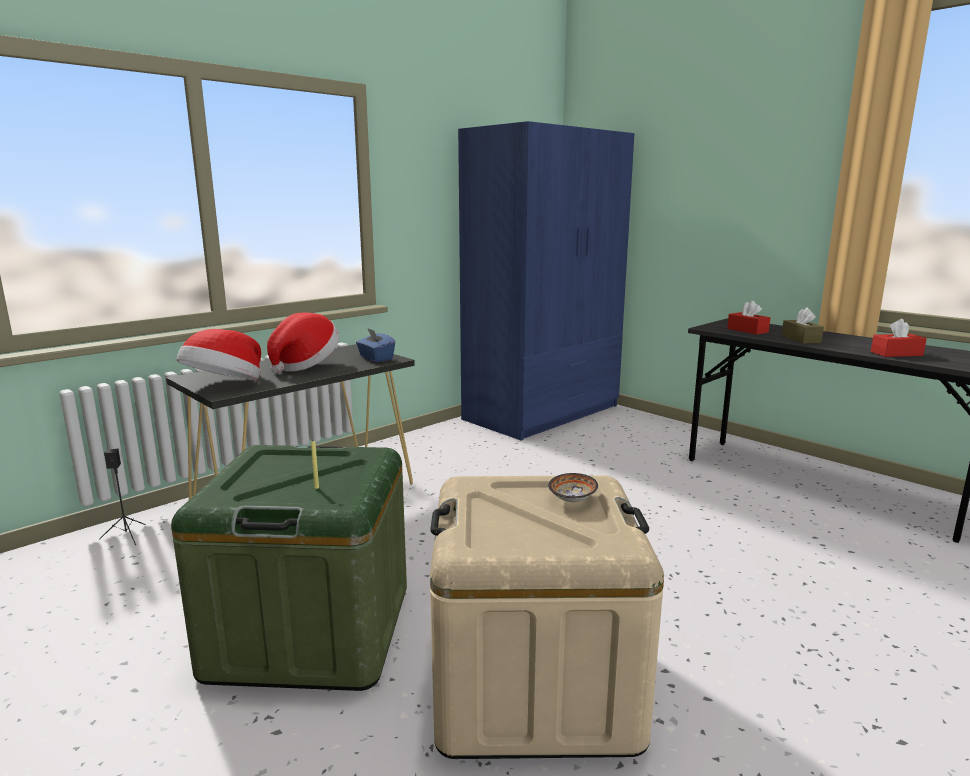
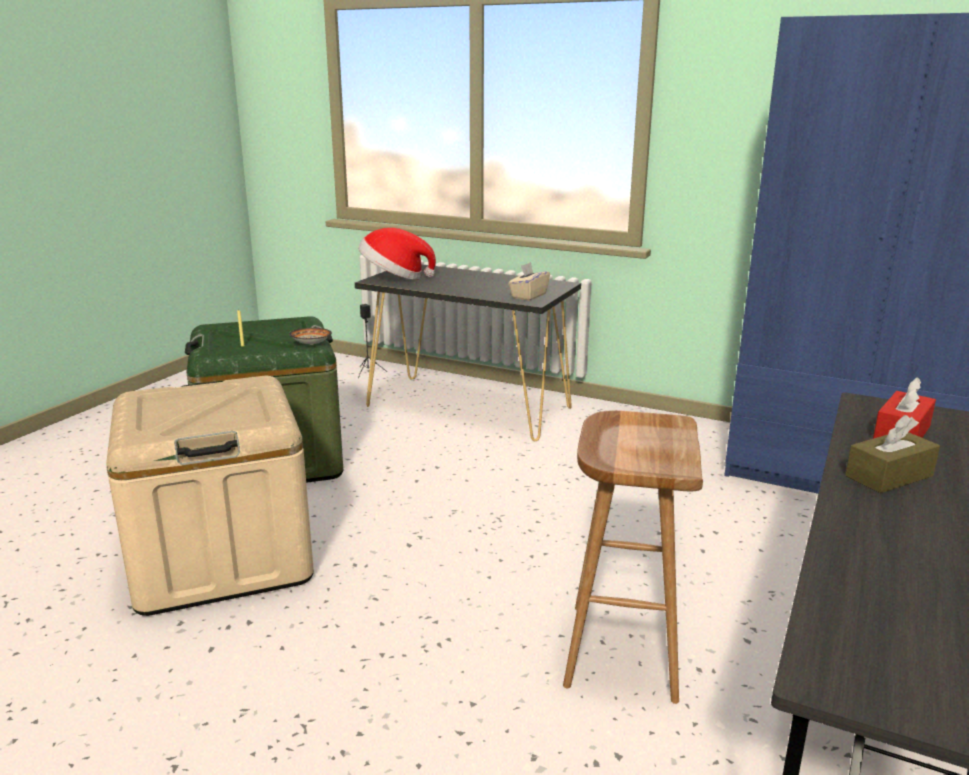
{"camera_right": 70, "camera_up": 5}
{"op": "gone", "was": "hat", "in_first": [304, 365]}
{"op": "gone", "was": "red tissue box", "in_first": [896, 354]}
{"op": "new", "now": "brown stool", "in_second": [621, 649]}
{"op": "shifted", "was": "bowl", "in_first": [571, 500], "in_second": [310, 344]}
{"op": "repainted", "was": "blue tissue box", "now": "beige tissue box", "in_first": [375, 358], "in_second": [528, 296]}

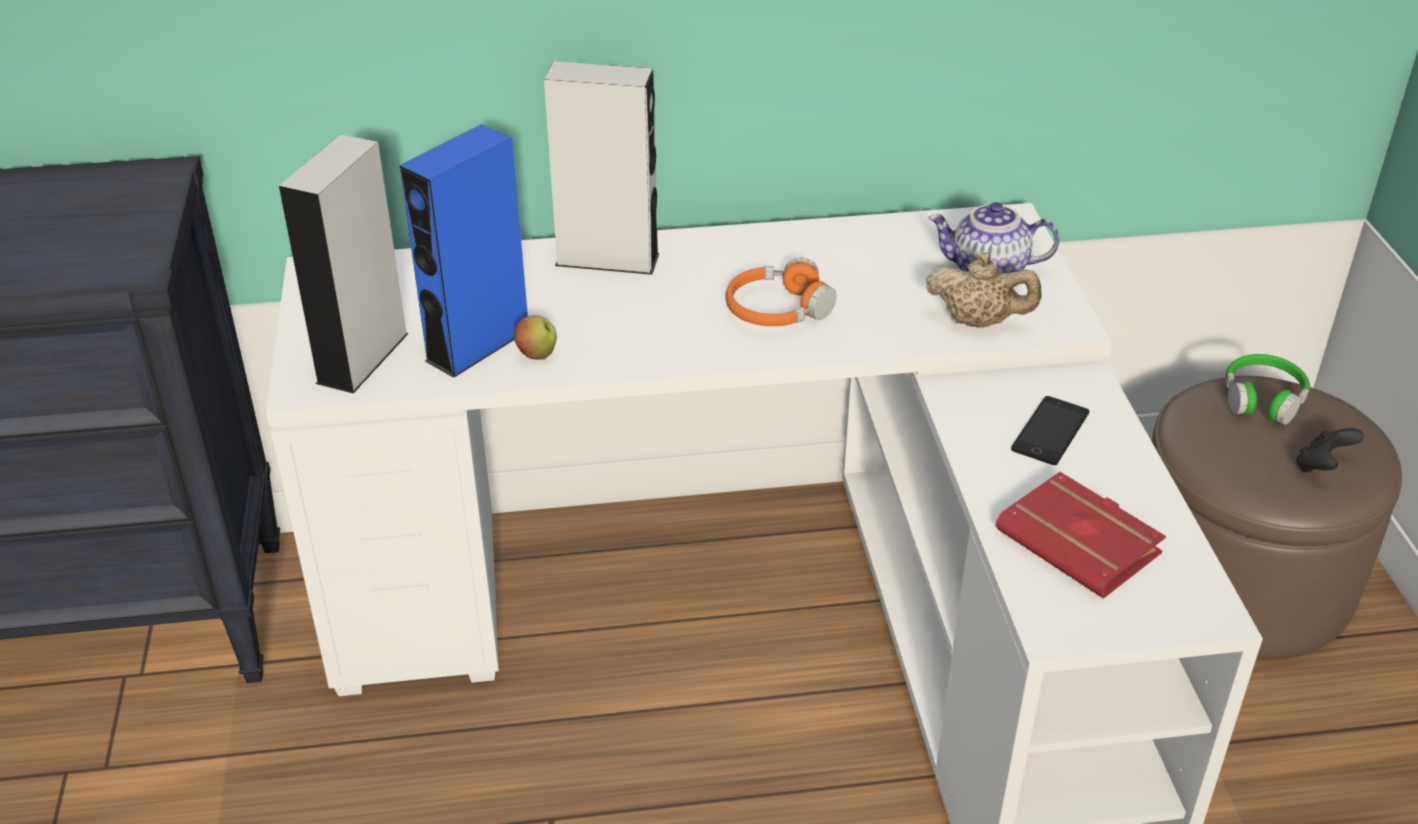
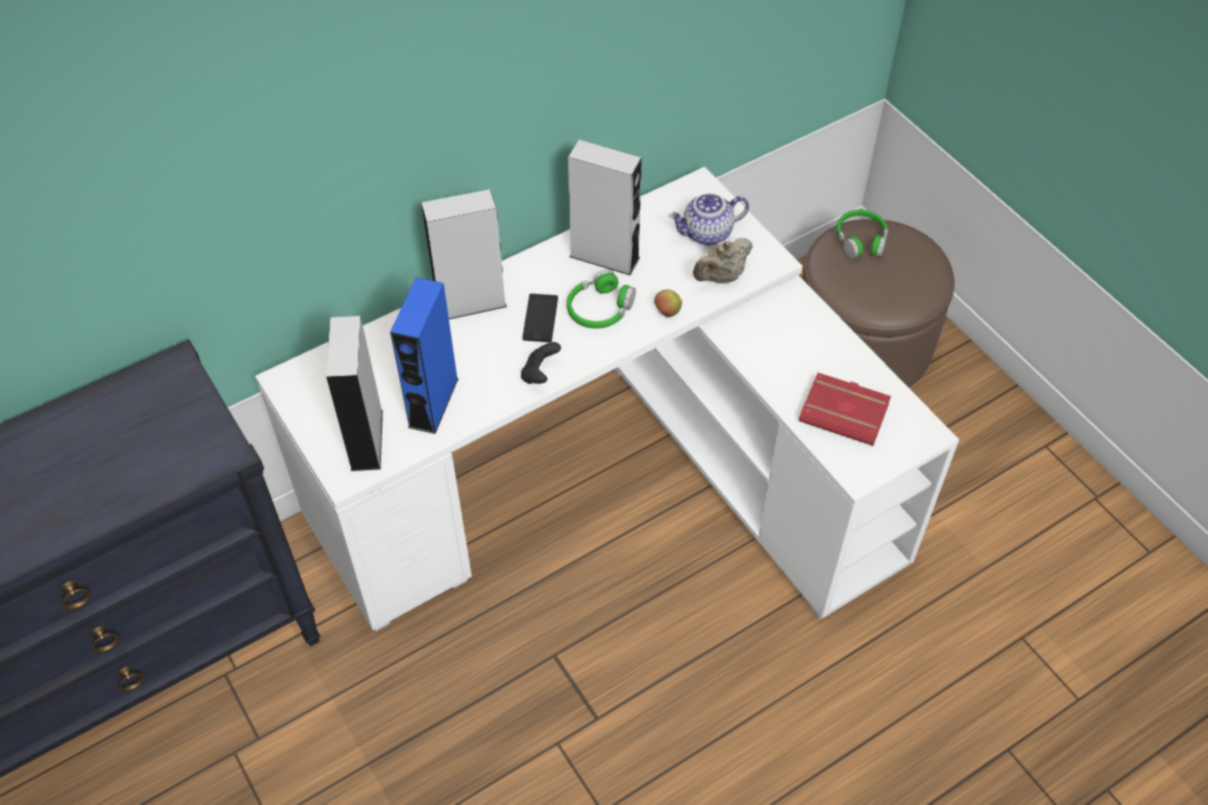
{"camera_right": -25, "camera_up": 15}
{"op": "new", "now": "grey speaker", "in_second": [604, 257]}
{"op": "shifted", "was": "apple", "in_first": [537, 355], "in_second": [667, 312]}
{"op": "shifted", "was": "phone", "in_first": [1050, 431], "in_second": [540, 318]}
{"op": "shifted", "was": "black game controller", "in_first": [1321, 467], "in_second": [540, 374]}
{"op": "repainted", "was": "orange headphones", "now": "green headphones", "in_first": [777, 310], "in_second": [600, 309]}
{"op": "rotated", "was": "beige teapot", "in_first": [978, 322], "in_second": [721, 277], "clockwise": 150}

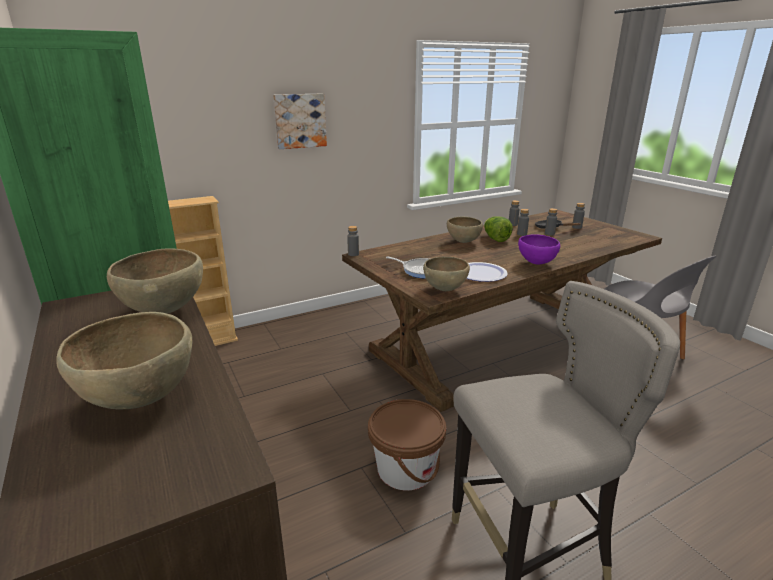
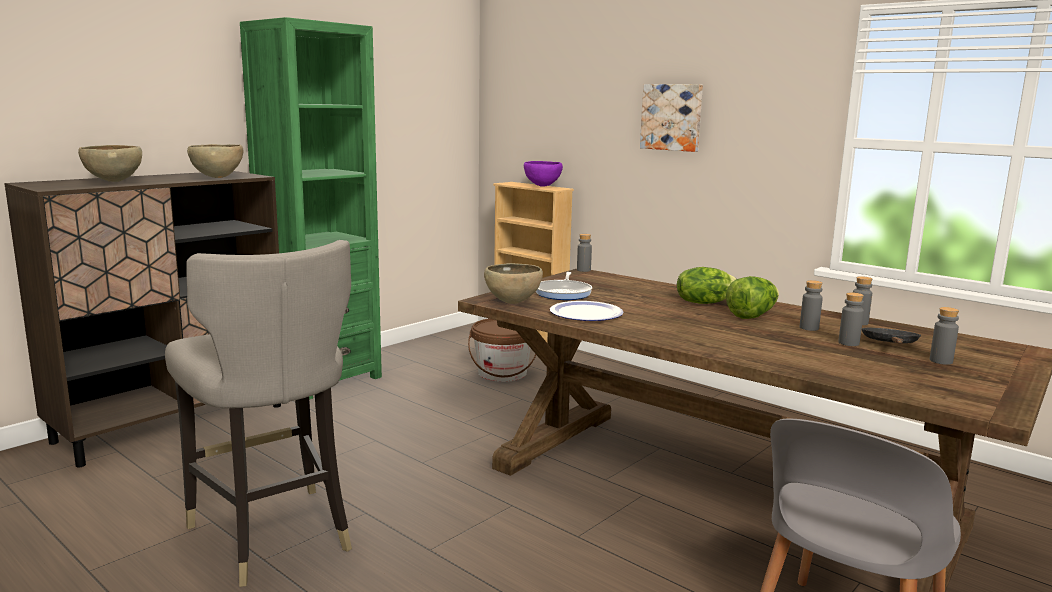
{"camera_right": 70, "camera_up": -10}
{"op": "shifted", "was": "brown bucket", "in_first": [406, 468], "in_second": [502, 373]}
{"op": "shifted", "was": "purple bowl", "in_first": [536, 263], "in_second": [542, 186]}
{"op": "swapped", "was": "brown bowl", "now": "lettuce", "in_first": [463, 242], "in_second": [704, 302]}

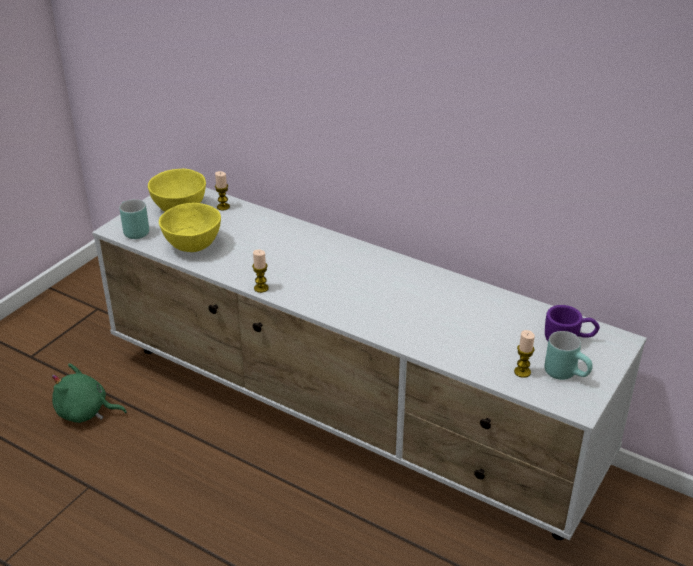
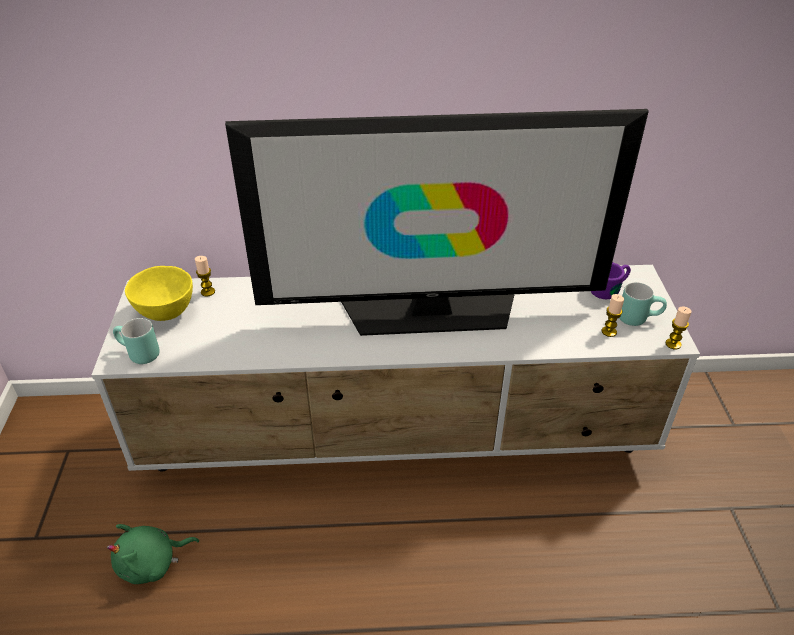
{"camera_right": -35, "camera_up": 5}
{"op": "gone", "was": "yellow bowl", "in_first": [192, 246]}
{"op": "new", "now": "television", "in_second": [431, 312]}
{"op": "shifted", "was": "candle", "in_first": [261, 288], "in_second": [673, 344]}

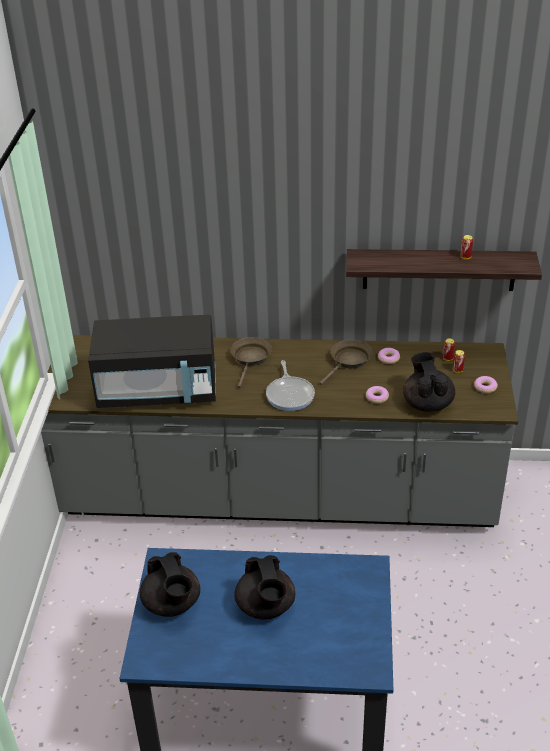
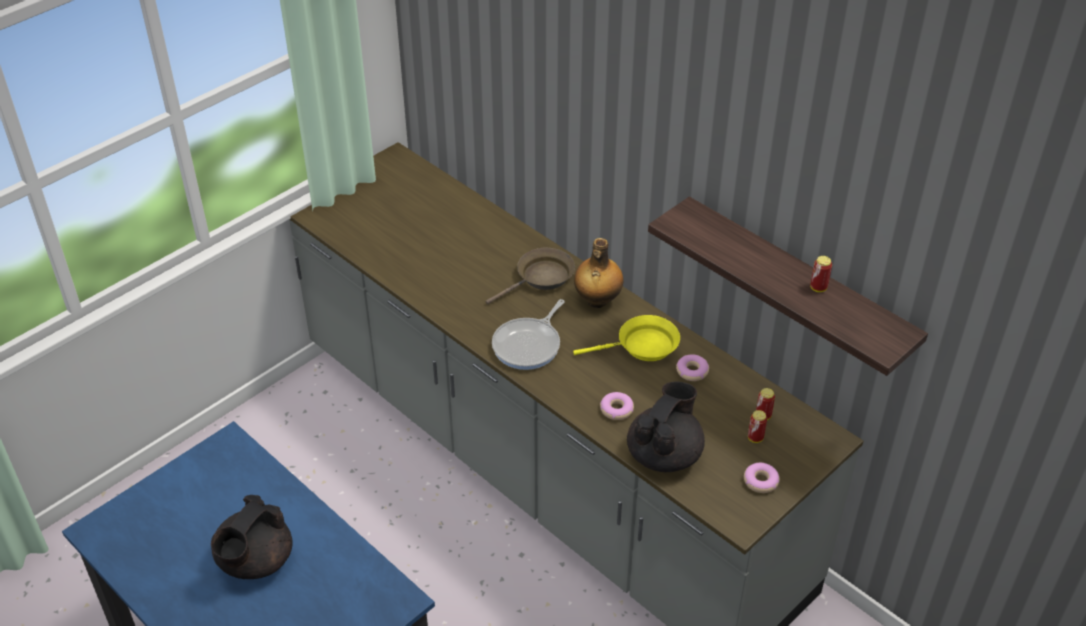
{"camera_right": 40, "camera_up": 5}
{"op": "gone", "was": "black microwave", "in_first": [158, 390]}
{"op": "gone", "was": "black teapot", "in_first": [172, 604]}
{"op": "new", "now": "bottle", "in_second": [597, 301]}
{"op": "repainted", "was": "brown frying pan", "now": "yellow frying pan", "in_first": [349, 361], "in_second": [642, 346]}

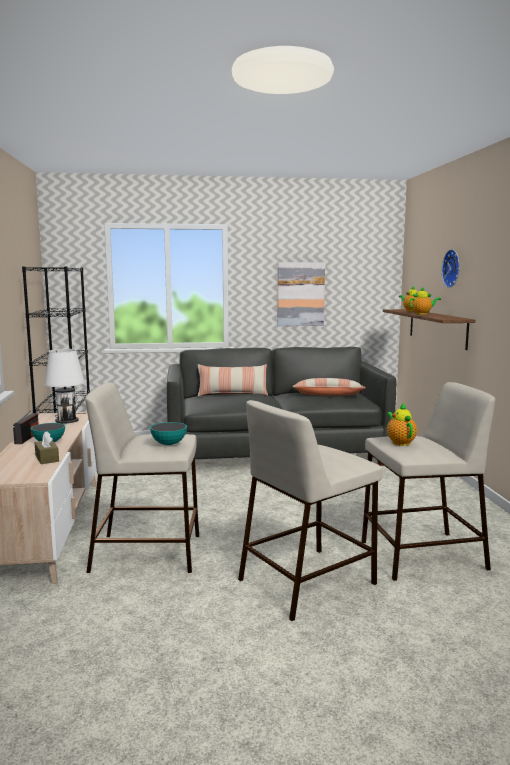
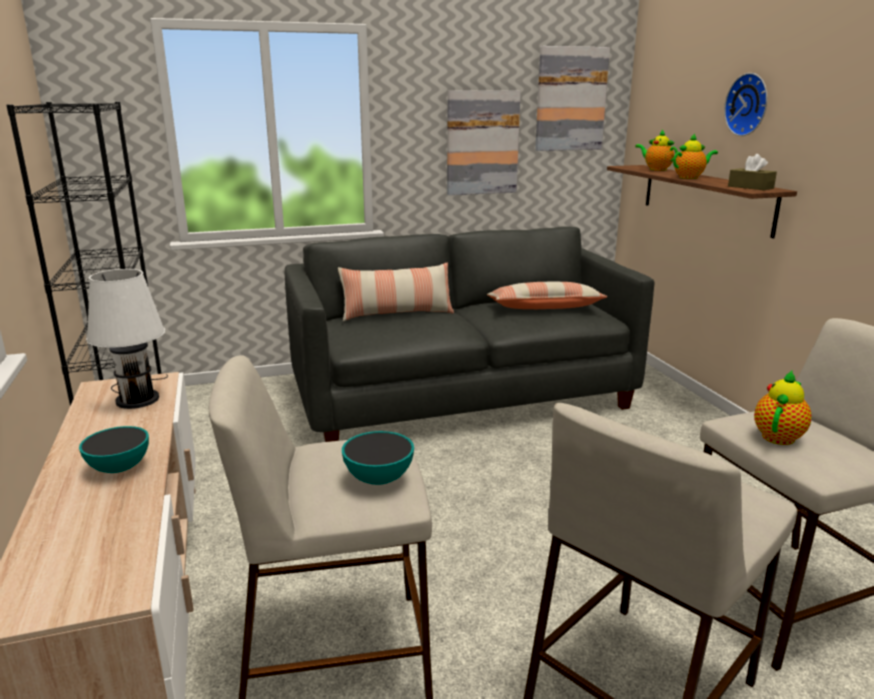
{"camera_right": -10, "camera_up": 10}
{"op": "gone", "was": "radio", "in_first": [27, 438]}
{"op": "new", "now": "picture", "in_second": [570, 99]}
{"op": "shifted", "was": "brown tissue box", "in_first": [47, 458], "in_second": [750, 187]}
{"op": "rotated", "was": "teapot", "in_first": [400, 442], "in_second": [779, 436], "clockwise": 60}

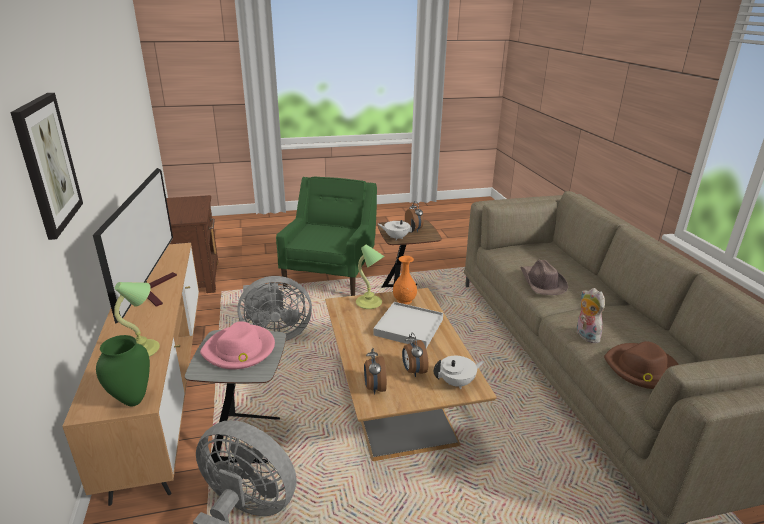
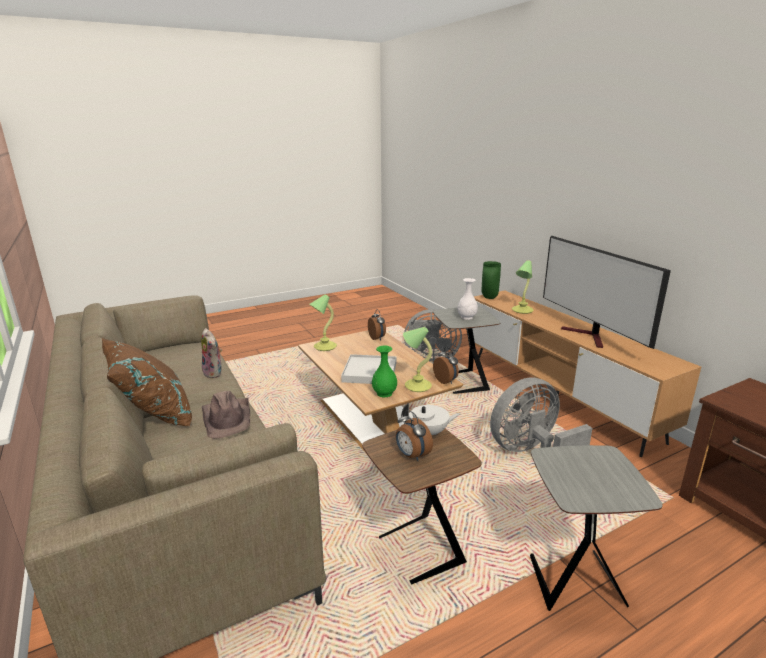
{"camera_right": 165, "camera_up": -5}
{"op": "gone", "was": "picture", "in_first": [47, 164]}
{"op": "gone", "was": "brown hat", "in_first": [642, 369]}
{"op": "new", "now": "brown pillow", "in_second": [153, 414]}
{"op": "shifted", "was": "alarm clock", "in_first": [413, 371], "in_second": [446, 381]}
{"op": "swapped", "was": "pink hat", "now": "white vase", "in_first": [239, 350], "in_second": [466, 317]}
{"op": "swapped", "was": "green armchair", "now": "grey side table", "in_first": [331, 274], "in_second": [572, 578]}
{"op": "swapped", "was": "white teapot", "now": "table lamp", "in_first": [457, 383], "in_second": [324, 347]}
{"op": "repainted", "was": "orange vase", "now": "green vase", "in_first": [404, 301], "in_second": [384, 393]}

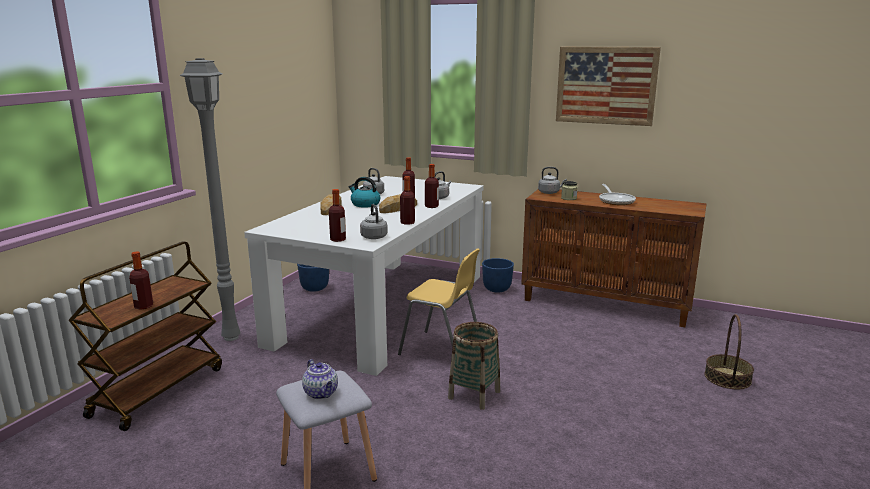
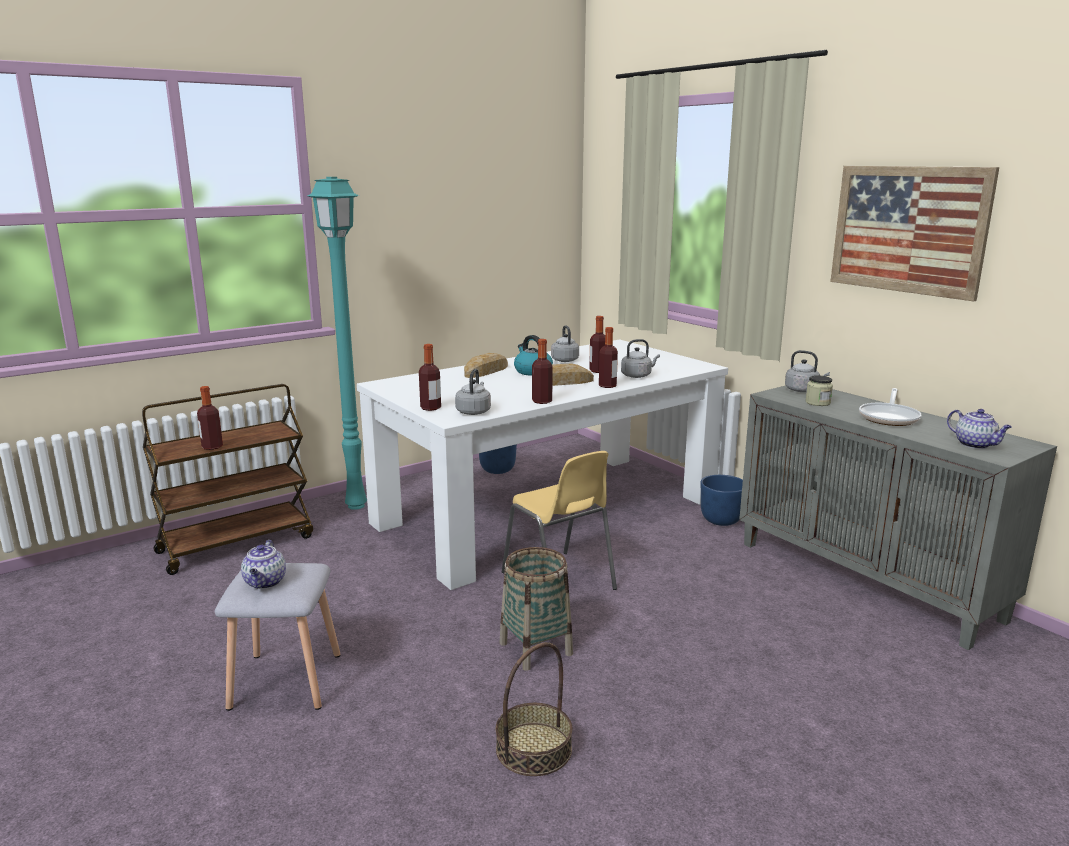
{"camera_right": 30, "camera_up": 0}
{"op": "new", "now": "teapot", "in_second": [975, 445]}
{"op": "shifted", "was": "basket", "in_first": [727, 378], "in_second": [534, 749]}
{"op": "repainted", "was": "grey floor lamp", "now": "turquoise floor lamp", "in_first": [230, 337], "in_second": [356, 505]}
{"op": "repainted", "was": "brown cabinet", "now": "grey cabinet", "in_first": [606, 304], "in_second": [867, 580]}

